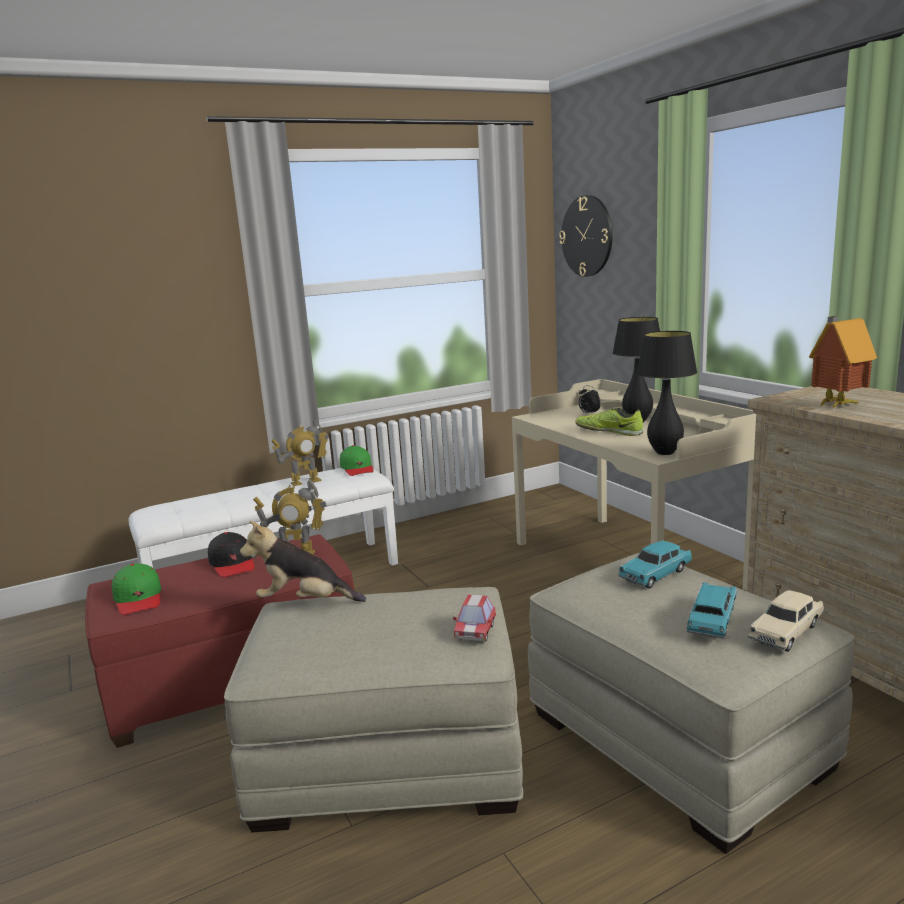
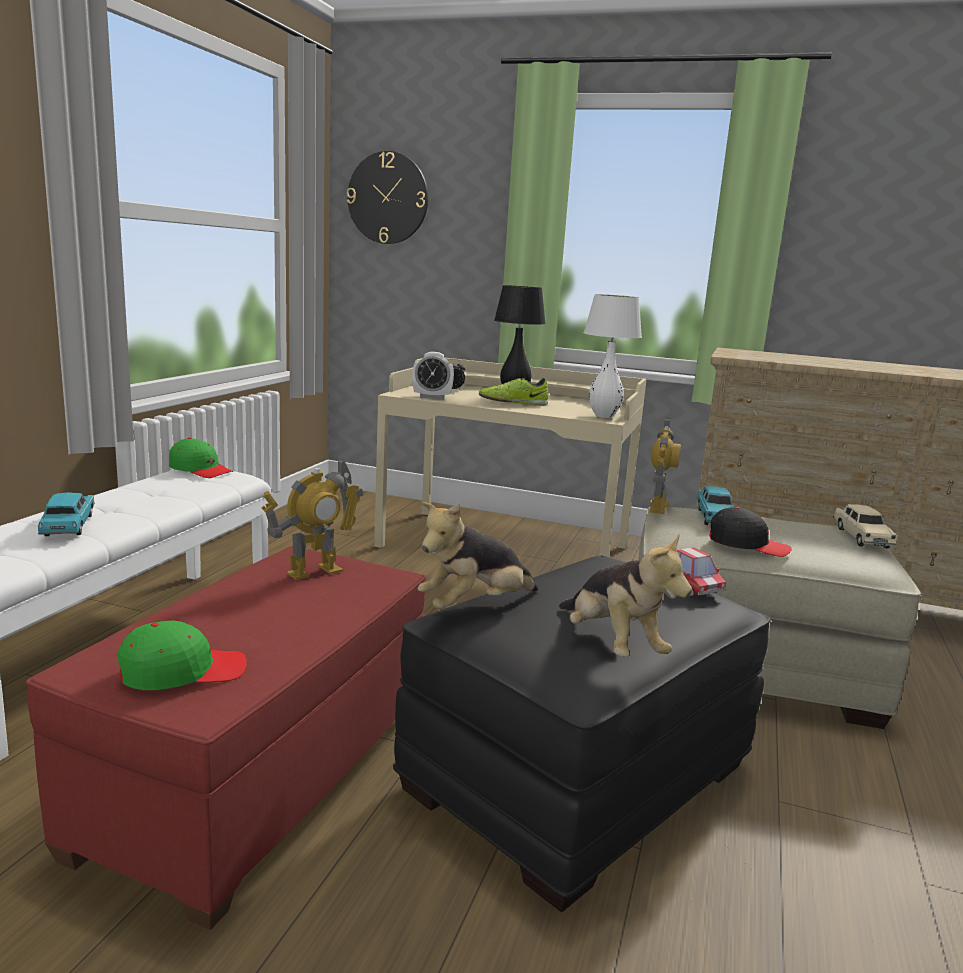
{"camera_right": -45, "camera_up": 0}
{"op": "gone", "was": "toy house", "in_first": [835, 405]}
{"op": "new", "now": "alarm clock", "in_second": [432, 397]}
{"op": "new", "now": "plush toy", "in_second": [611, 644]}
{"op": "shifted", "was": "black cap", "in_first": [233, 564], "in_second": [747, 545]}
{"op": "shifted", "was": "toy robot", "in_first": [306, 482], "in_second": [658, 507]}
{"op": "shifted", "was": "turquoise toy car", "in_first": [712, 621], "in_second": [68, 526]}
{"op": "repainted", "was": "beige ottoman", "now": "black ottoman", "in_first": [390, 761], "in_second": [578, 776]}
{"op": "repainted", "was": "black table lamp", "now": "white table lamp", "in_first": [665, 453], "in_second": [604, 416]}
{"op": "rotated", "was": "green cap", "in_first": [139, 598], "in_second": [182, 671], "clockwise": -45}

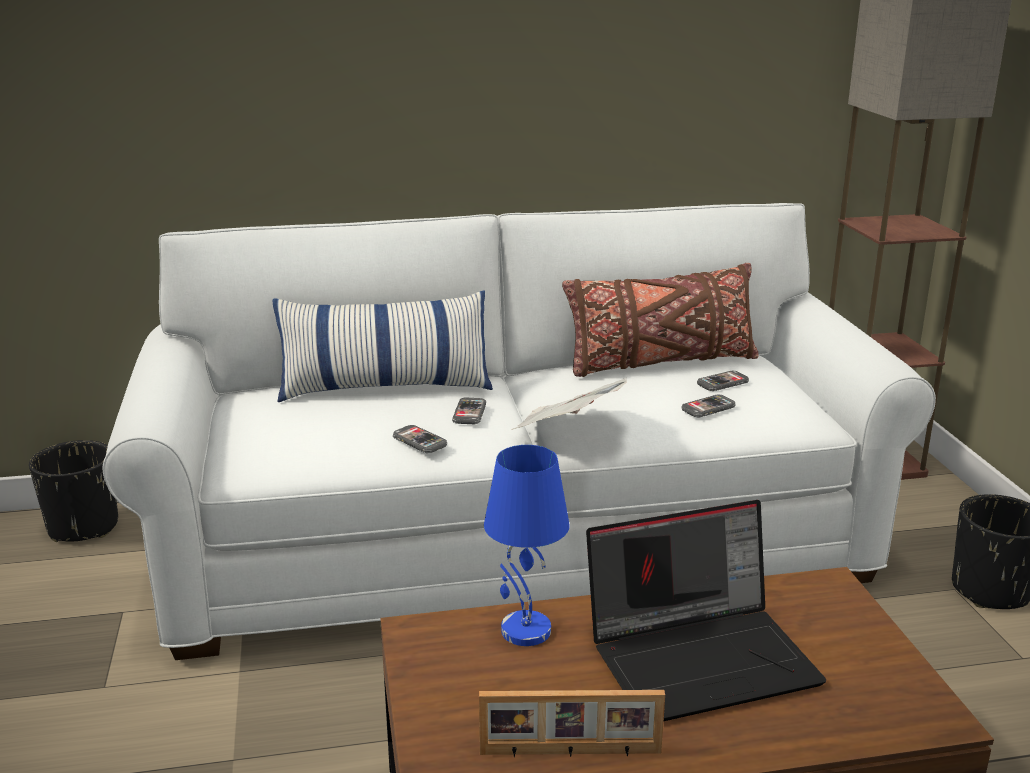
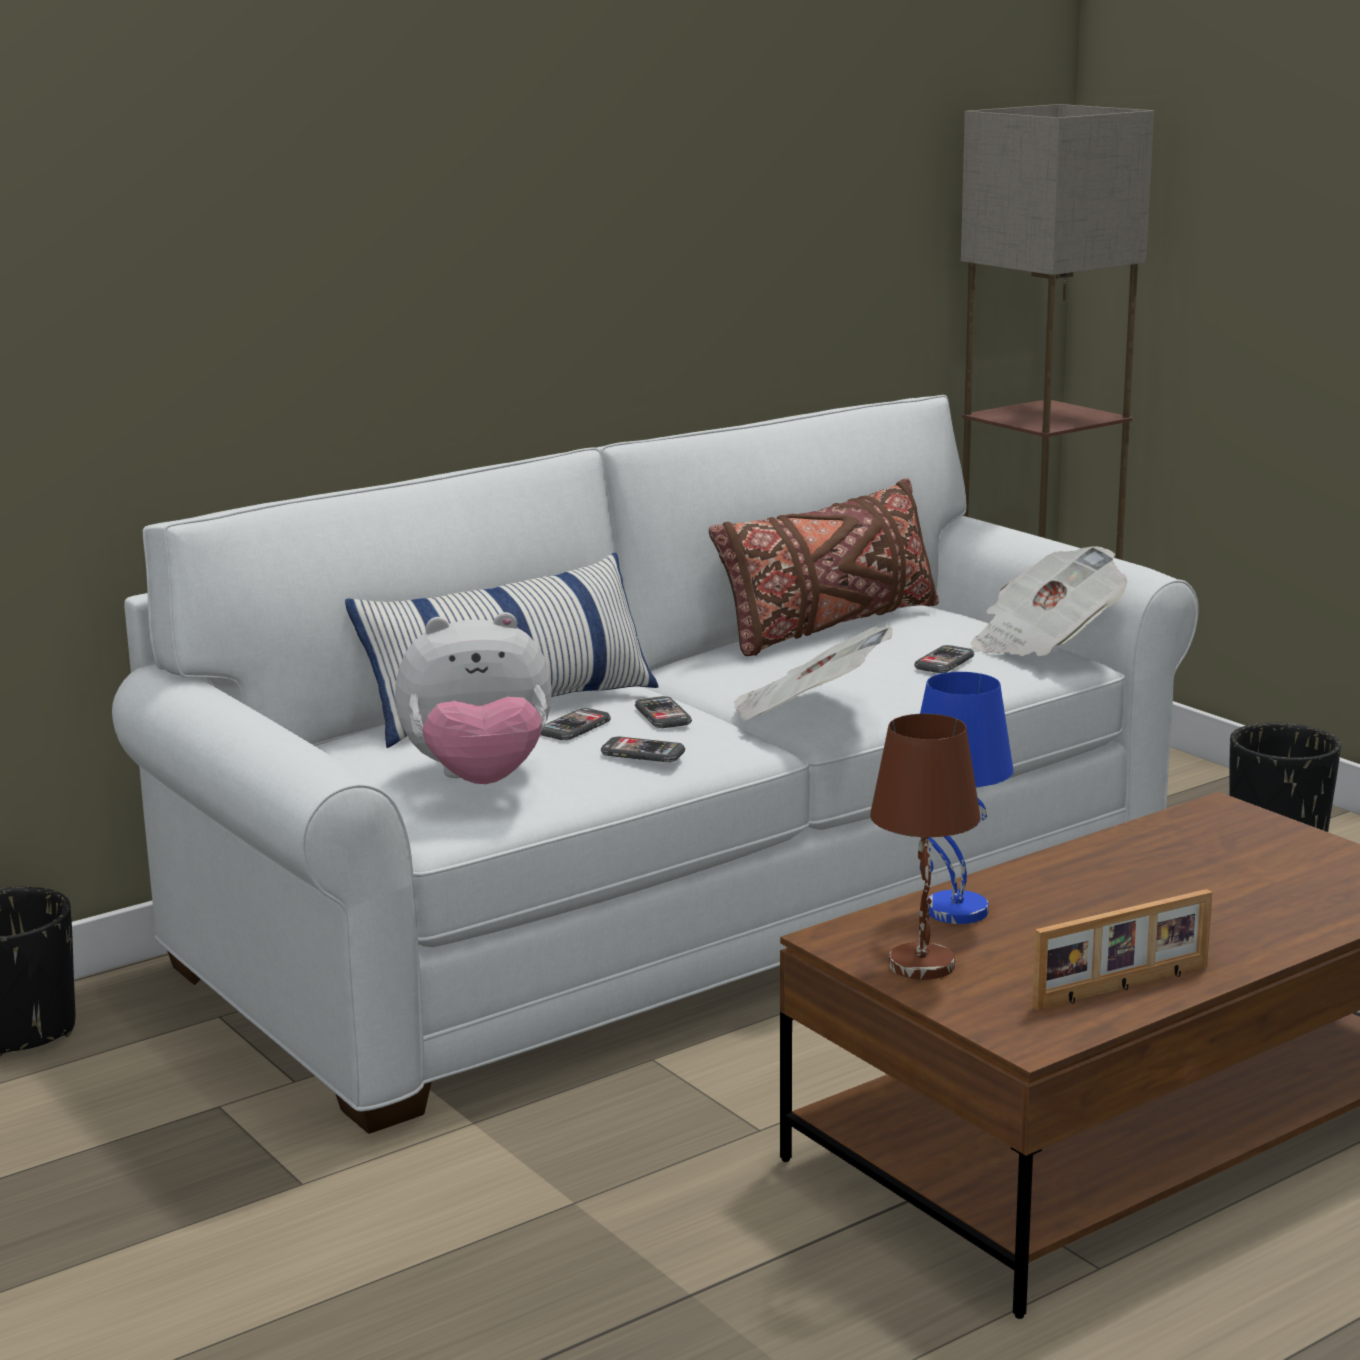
{"camera_right": -25, "camera_up": -5}
{"op": "gone", "was": "laptop", "in_first": [702, 656]}
{"op": "new", "now": "plush toy", "in_second": [479, 780]}
{"op": "new", "now": "brown table lamp", "in_second": [923, 966]}
{"op": "new", "now": "newspaper", "in_second": [1044, 642]}
{"op": "shifted", "was": "phone", "in_first": [722, 383], "in_second": [575, 727]}

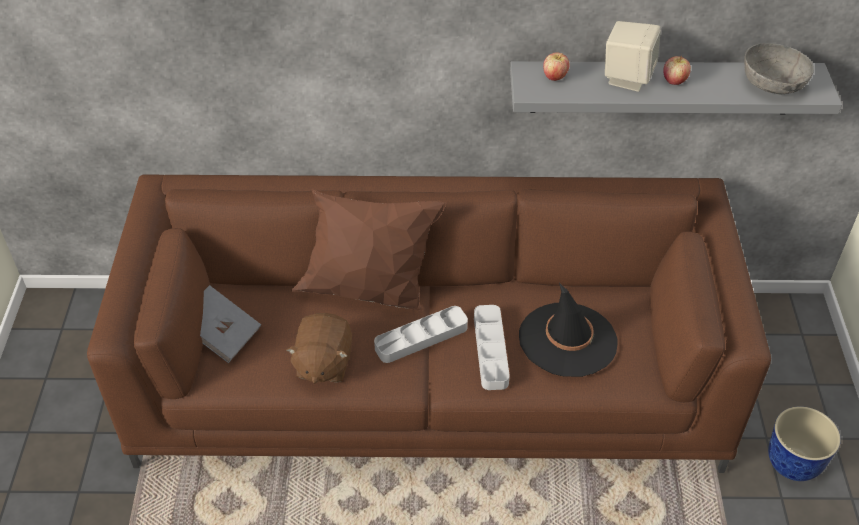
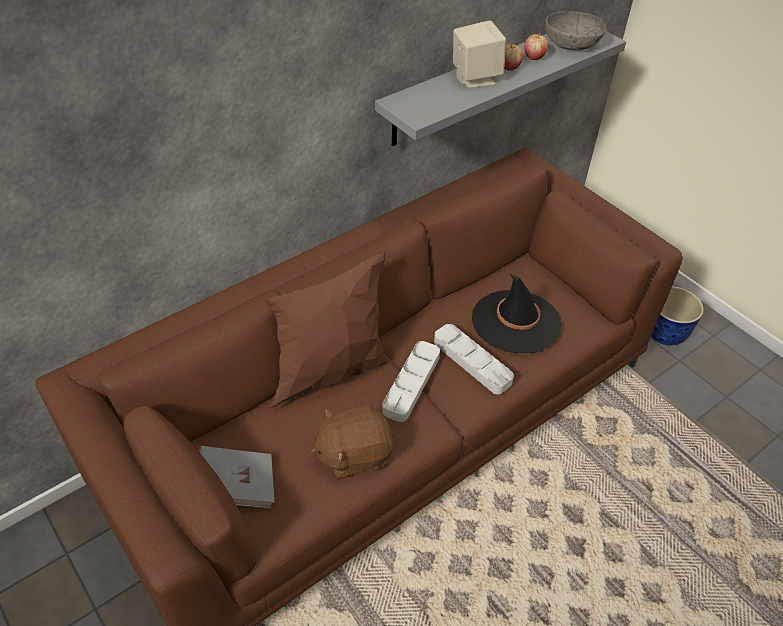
{"camera_right": -40, "camera_up": 0}
{"op": "shifted", "was": "apple", "in_first": [554, 77], "in_second": [534, 57]}
{"op": "rotated", "was": "brown plush toy", "in_first": [323, 363], "in_second": [354, 454], "clockwise": 105}

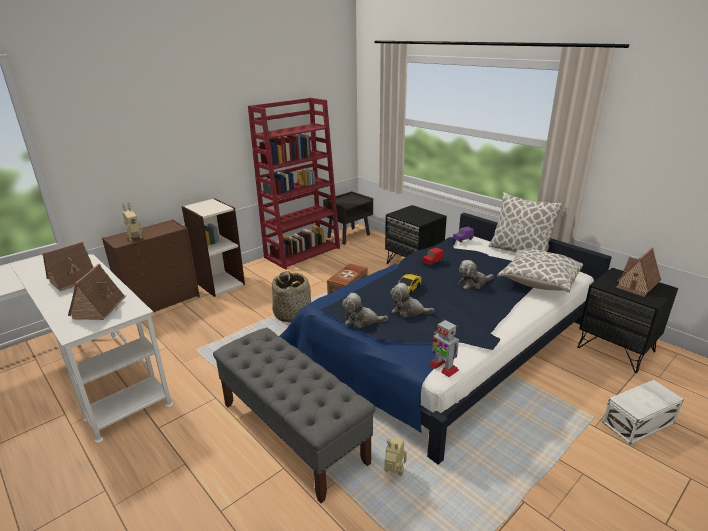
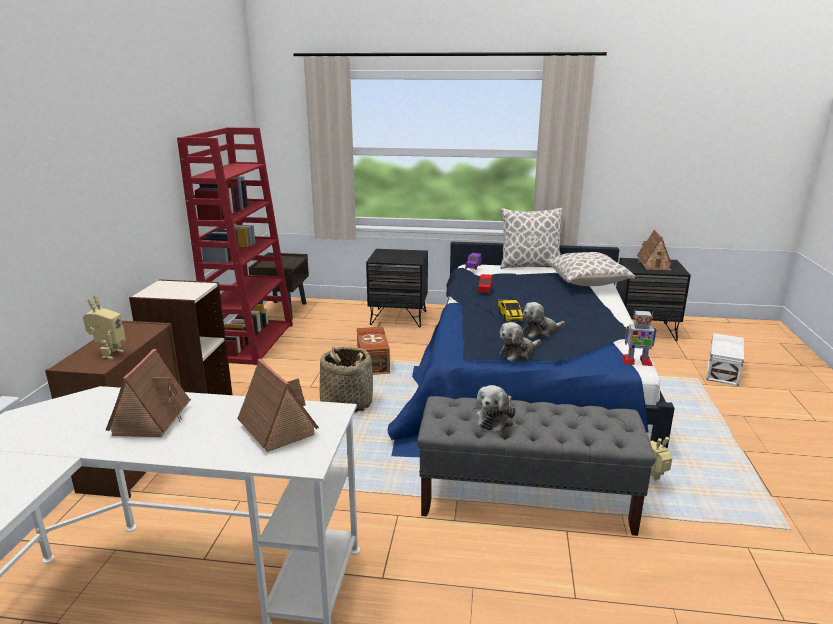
{"camera_right": -40, "camera_up": -5}
{"op": "shifted", "was": "plush toy", "in_first": [473, 283], "in_second": [496, 419]}

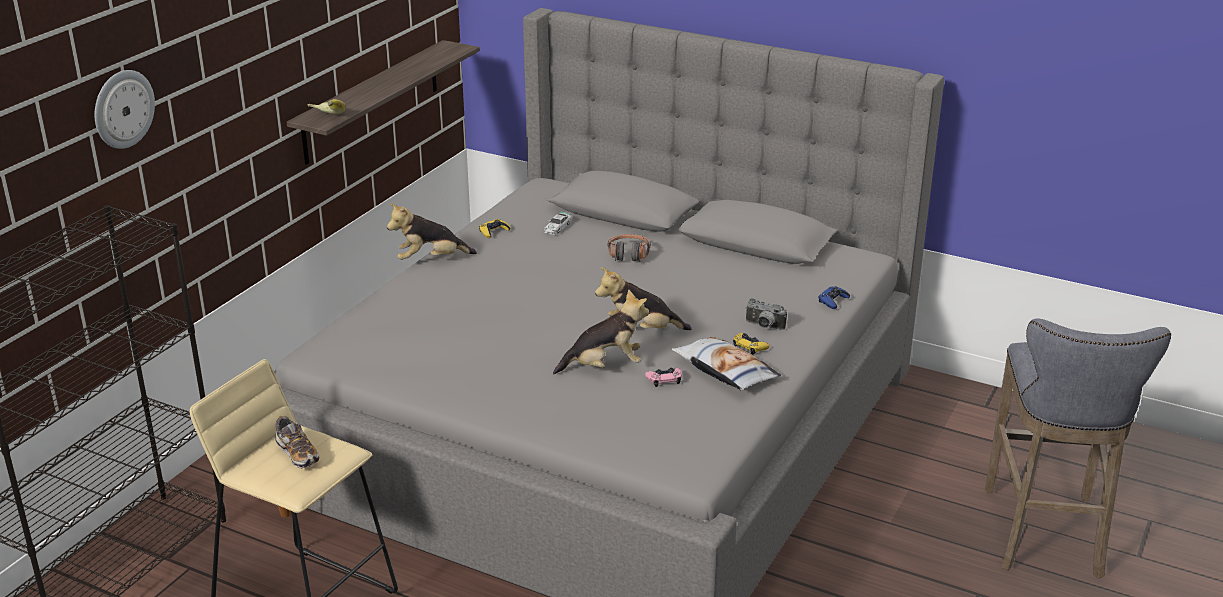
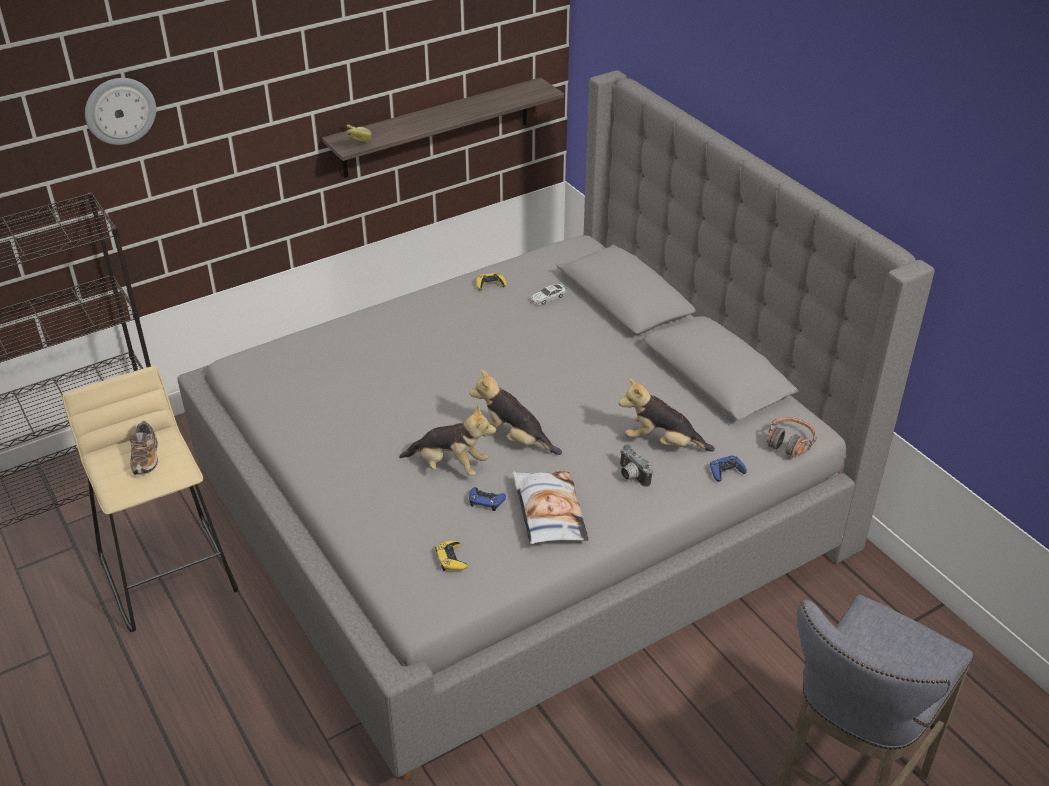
{"camera_right": 30, "camera_up": 10}
{"op": "shifted", "was": "plush toy", "in_first": [430, 259], "in_second": [662, 443]}
{"op": "shifted", "was": "headphones", "in_first": [628, 254], "in_second": [789, 443]}
{"op": "shifted", "was": "yellow game controller", "in_first": [749, 346], "in_second": [451, 559]}
{"op": "repainted", "was": "pink game controller", "now": "blue game controller", "in_first": [664, 379], "in_second": [486, 501]}

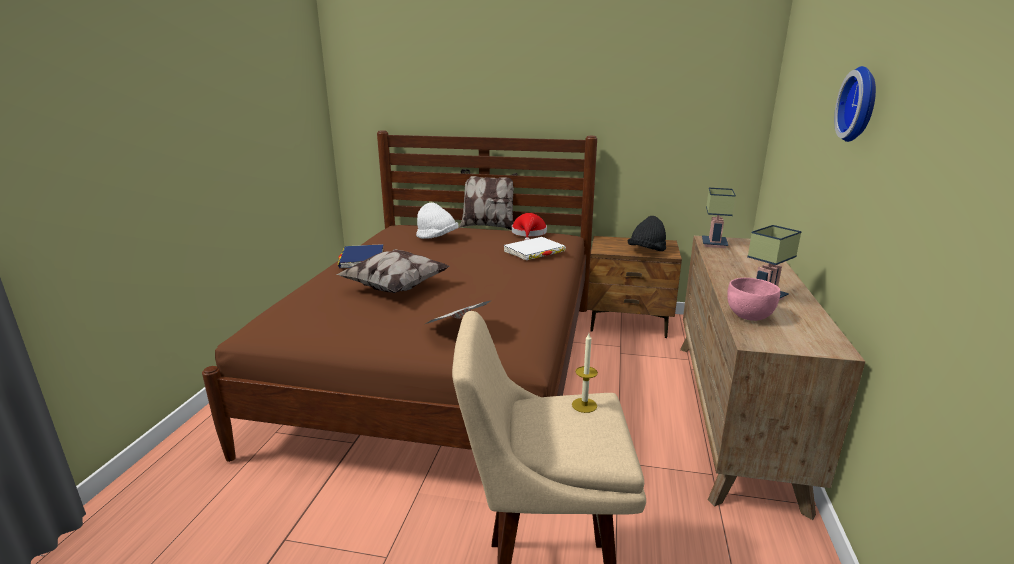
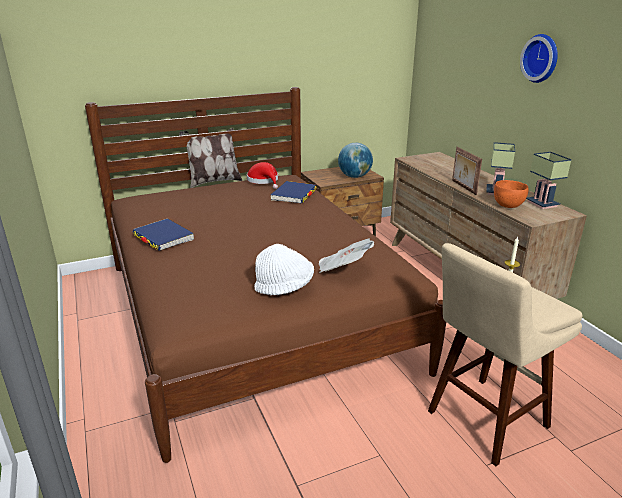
{"camera_right": -35, "camera_up": 5}
{"op": "gone", "was": "pillow", "in_first": [395, 287]}
{"op": "new", "now": "picture frame", "in_second": [463, 187]}
{"op": "shifted", "was": "white hat", "in_first": [437, 238], "in_second": [284, 287]}
{"op": "shifted", "was": "table lamp", "in_first": [712, 243], "in_second": [540, 204]}
{"op": "swapped", "was": "black hat", "now": "globe", "in_first": [646, 251], "in_second": [354, 176]}
{"op": "repainted", "was": "white book", "now": "blue book", "in_first": [534, 251], "in_second": [294, 195]}
{"op": "repainted", "was": "pink bowl", "now": "orange bowl", "in_first": [749, 317], "in_second": [508, 206]}

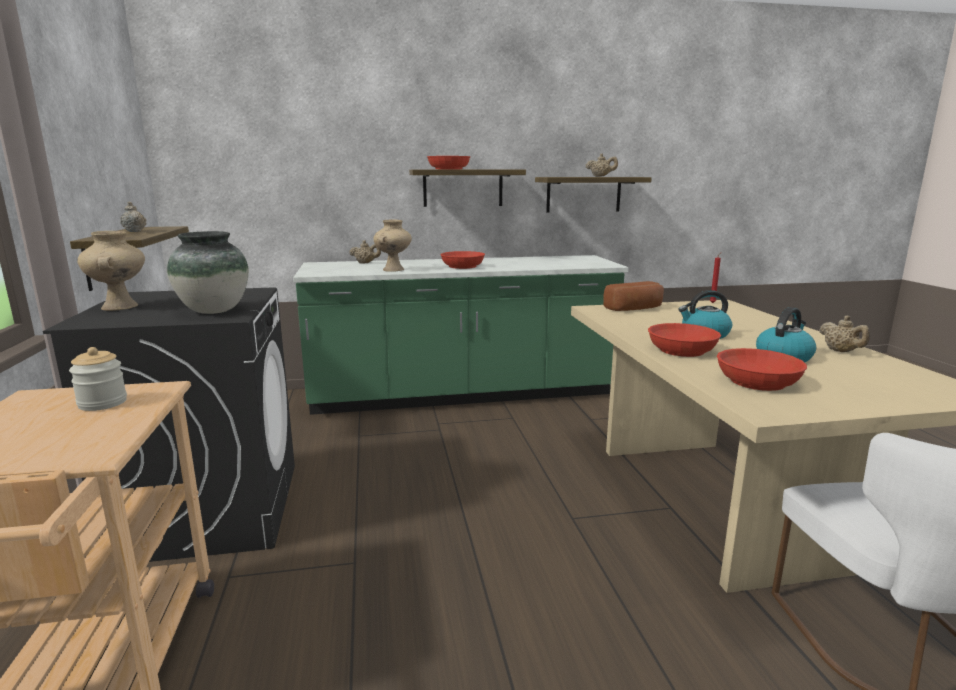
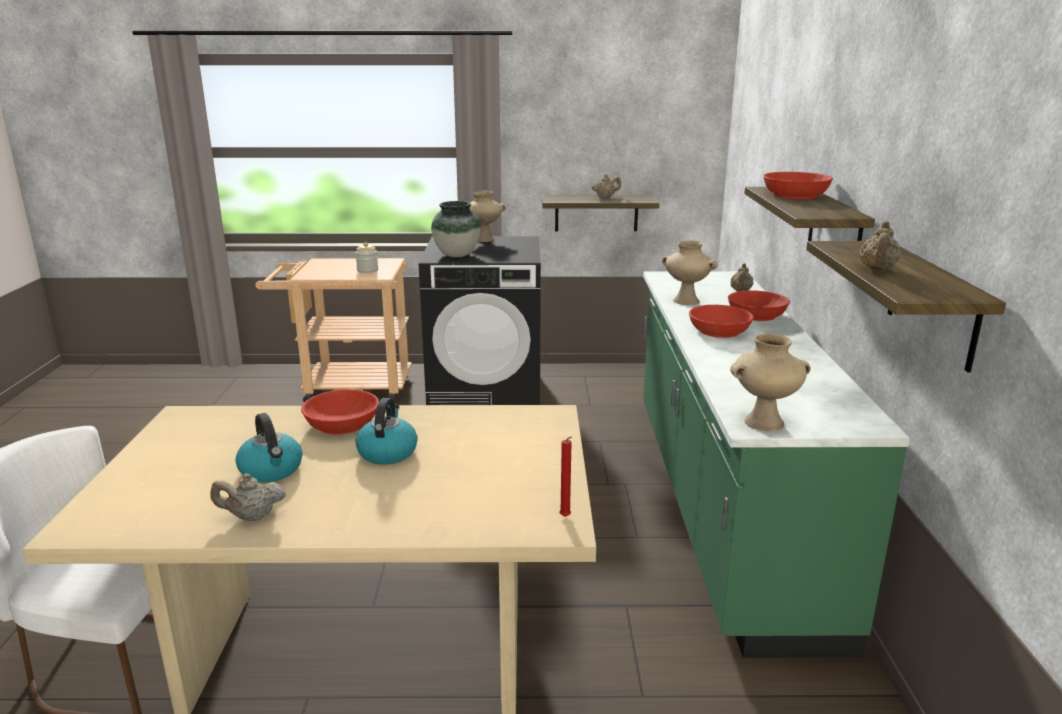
{"camera_right": 100, "camera_up": 5}
{"op": "gone", "was": "bread", "in_first": [635, 309]}
{"op": "new", "now": "beige vase", "in_second": [764, 422]}
{"op": "shifted", "was": "red bowl", "in_first": [757, 381], "in_second": [756, 314]}

